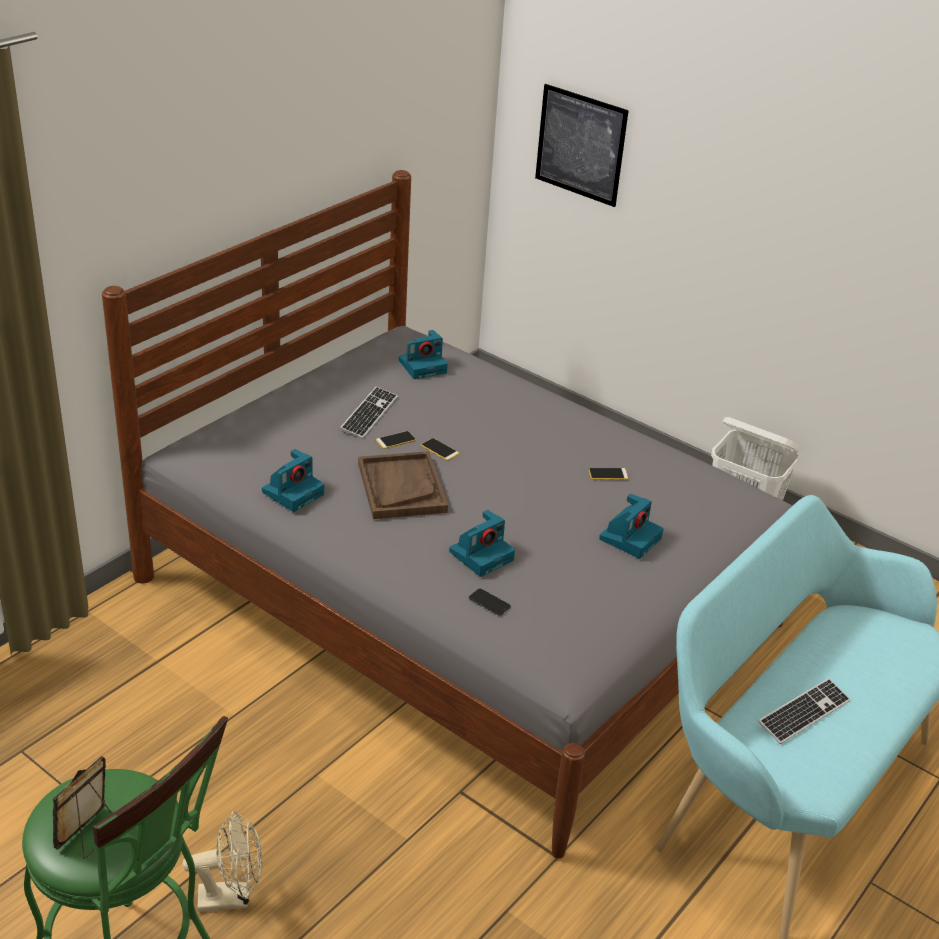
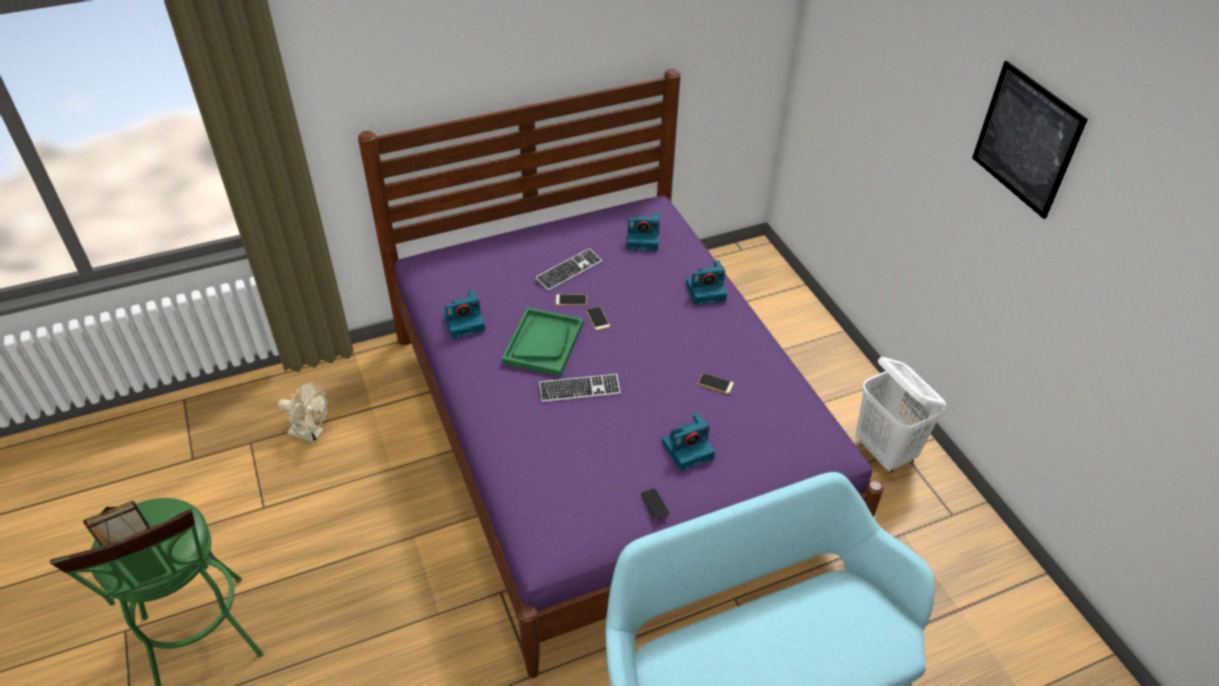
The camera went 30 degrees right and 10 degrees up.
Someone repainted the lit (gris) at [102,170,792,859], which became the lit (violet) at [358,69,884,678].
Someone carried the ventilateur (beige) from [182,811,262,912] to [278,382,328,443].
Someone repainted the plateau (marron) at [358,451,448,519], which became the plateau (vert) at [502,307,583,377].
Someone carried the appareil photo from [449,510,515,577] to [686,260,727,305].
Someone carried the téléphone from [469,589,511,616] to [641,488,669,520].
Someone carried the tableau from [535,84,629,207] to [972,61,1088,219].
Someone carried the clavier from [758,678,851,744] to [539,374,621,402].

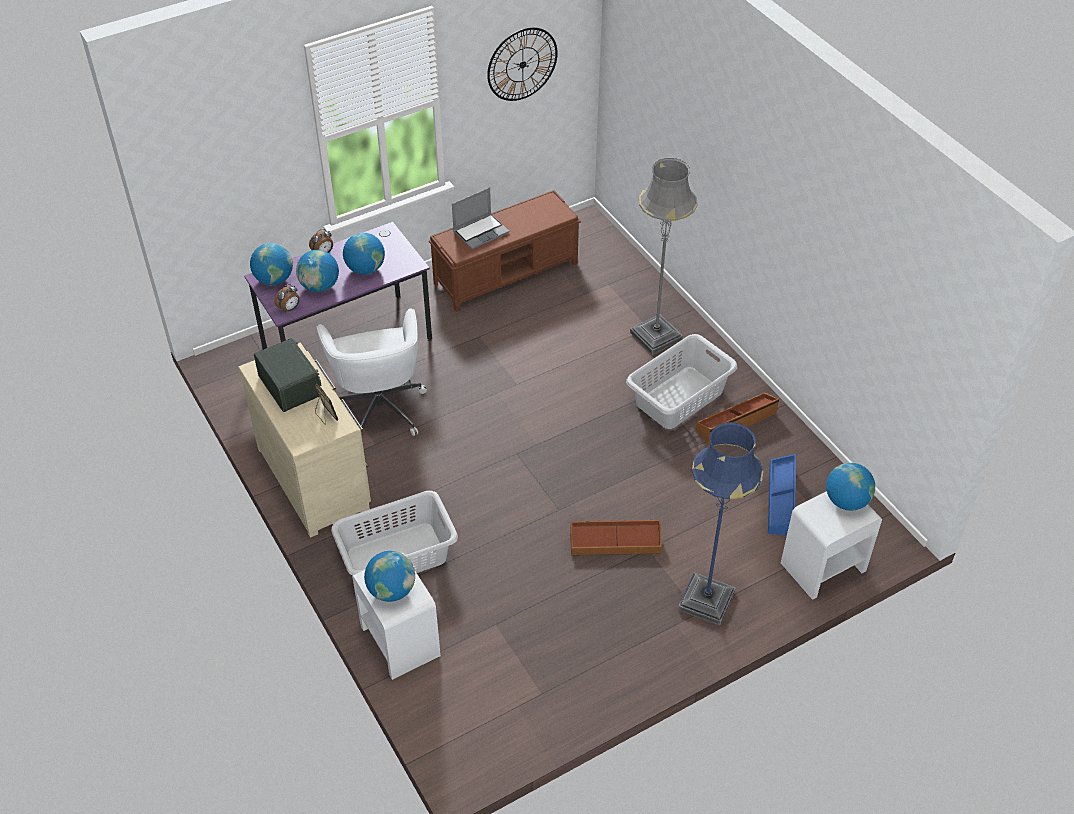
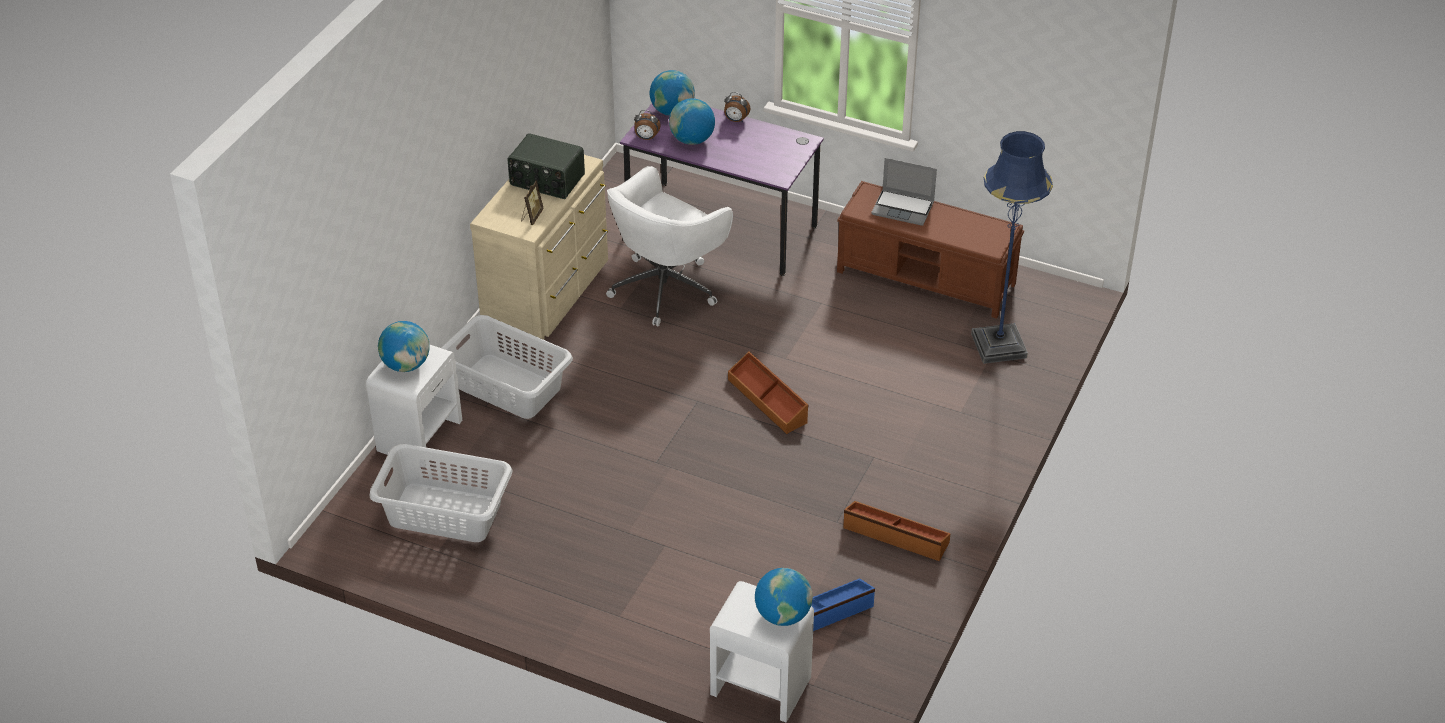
The camera went 55 degrees right and 5 degrees down.
Someone rotated the radio at [254,338,322,412] by 90 degrees clockwise.
Someone took away the globe at [343,233,385,275].
Someone took away the horloge murale at [487,27,558,101].
Someone carried the boîte de rangement (marron) from [570,520,662,555] to [728,351,808,434].
Someone carried the panier à linge (gris) from [626,334,737,429] to [369,444,513,542].
Someone took away the lampadaire (gris) at [630,158,698,355].
Someone carried the lampadaire (bleu) from [678,422,764,625] to [971,131,1053,364].

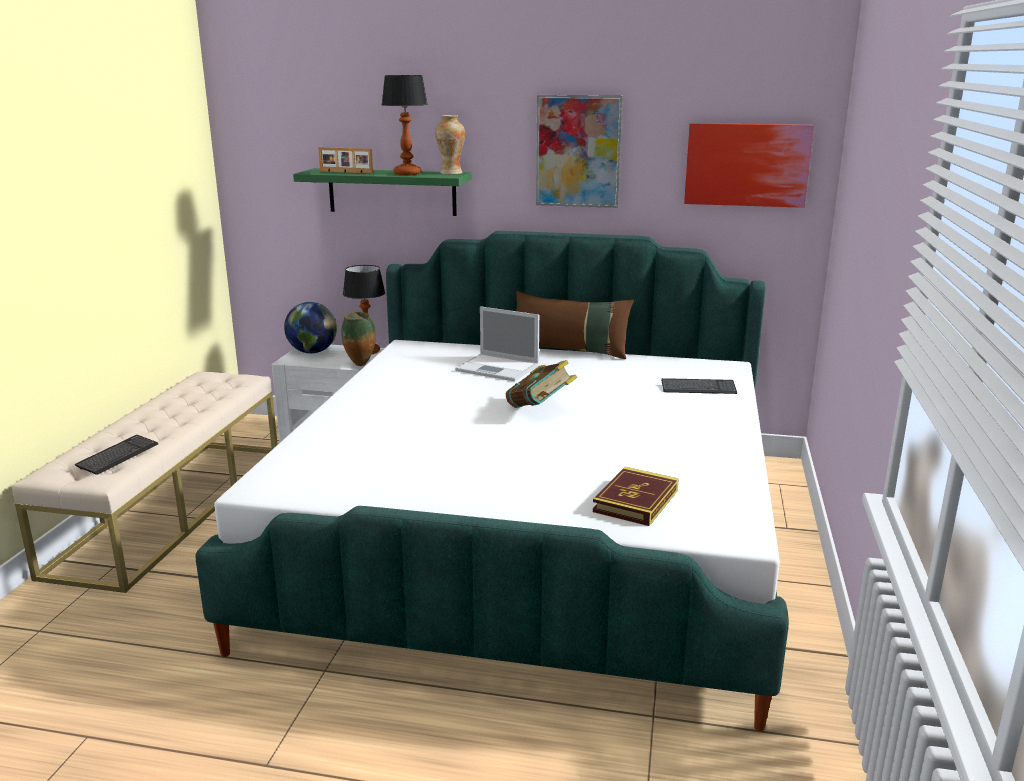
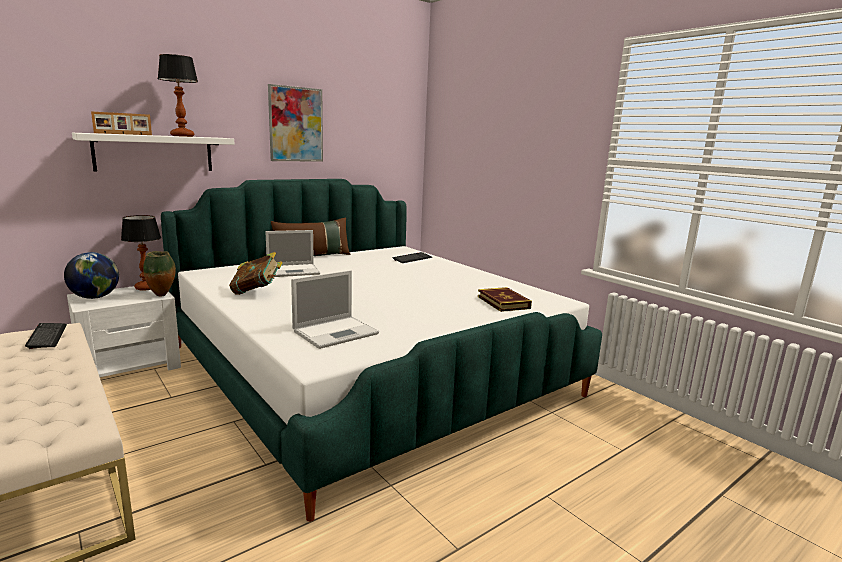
The camera went 50 degrees left and 5 degrees down.
Someone carried the clavier from [75,435,159,475] to [25,323,67,349].
Someone repainted the étagère (vert) at [293,168,472,216], which became the étagère (blanc) at [72,133,234,171].
Someone took away the vase at [435,115,465,175].
Someone carried the livre from [505,360,577,408] to [229,252,283,295].
Someone took away the tableau at [684,123,814,208].
Someone put down the ordinateur portable at [291,270,379,349].

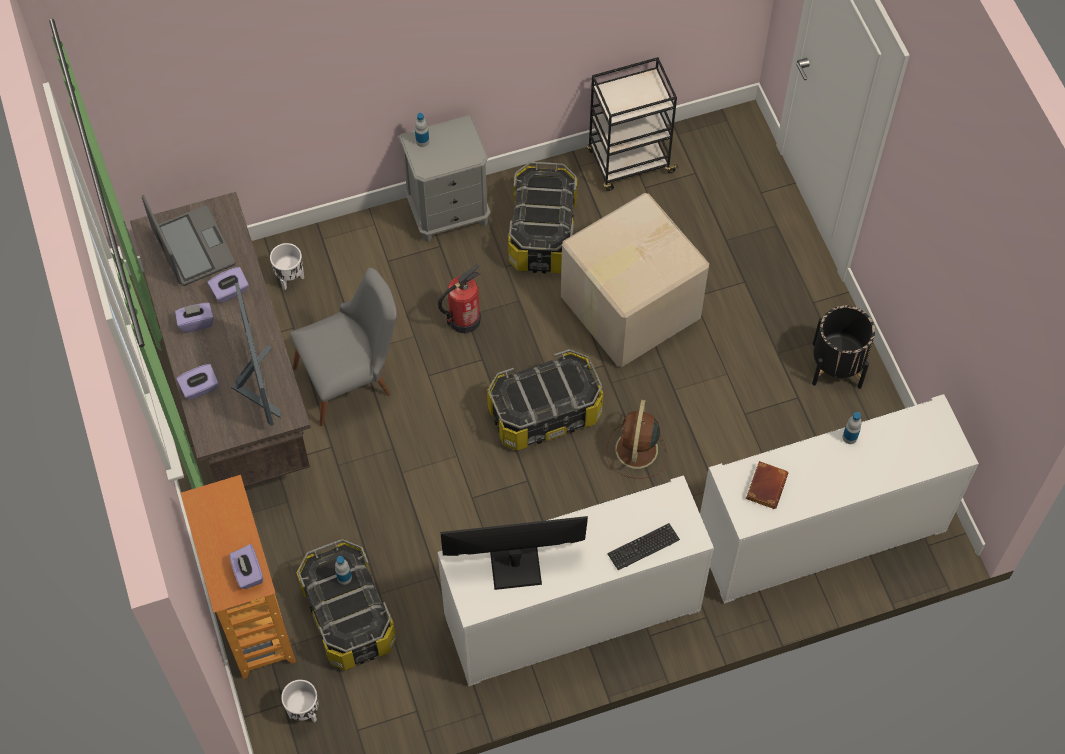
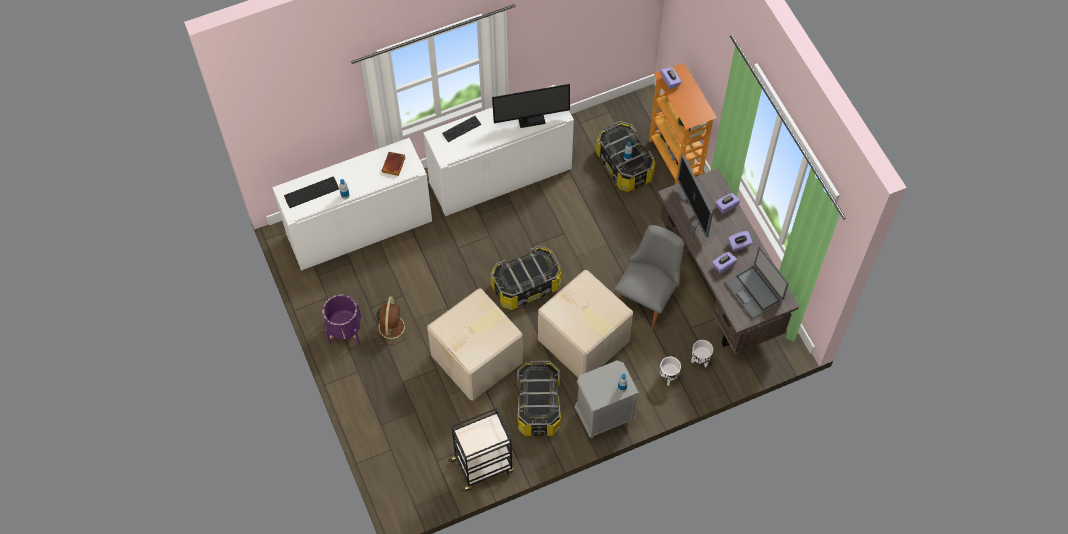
The camera went 175 degrees right and 0 degrees up.
Someone carried the cache-pot (blanc) from [281,680,318,723] to [660,356,681,386].
Someone rotated the chaise (gris) at [289,268,397,426] by 150 degrees clockwise.
Someone swapped the extincteur at [438,264,481,333] for the carton at [538,270,633,377].
Someone carried the ventilateur (marron) from [606,400,667,479] to [373,296,411,345].
Someone repainted the cache-pot (noir) at [812,306,875,389], which became the cache-pot (violet) at [323,295,361,345].
Someone put down the clavier at [284,176,339,208].

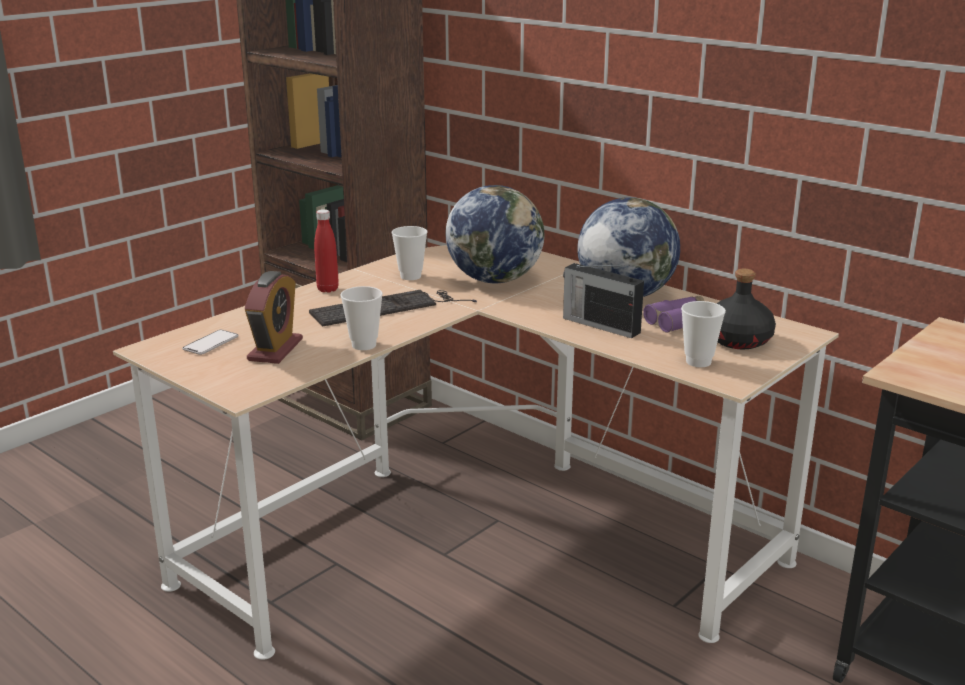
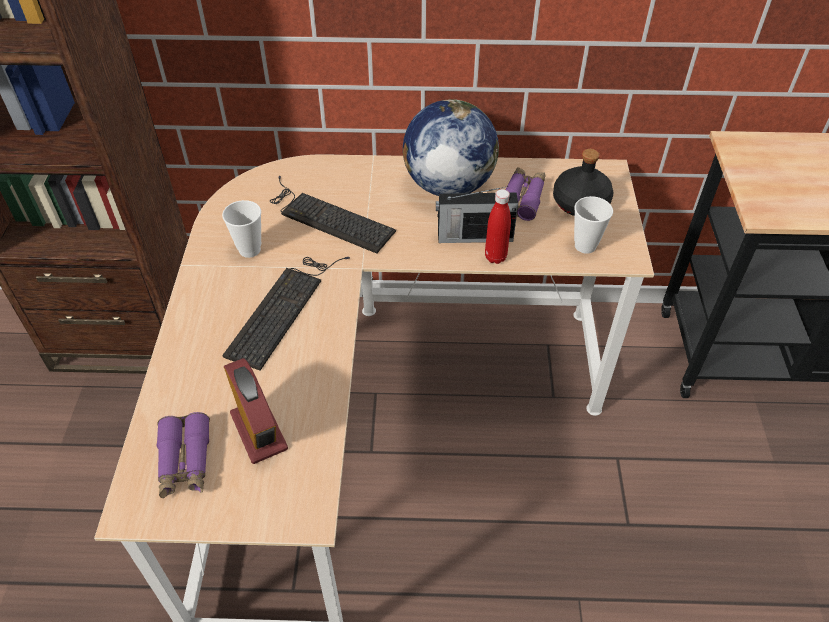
The camera went 40 degrees left and 25 degrees up.
Someone swapped the téléphone at [182,330,239,355] for the jumelles (violet) at [156,412,210,498].
Someone carried the bouteille (rouge) from [314,209,339,293] to [485,189,511,264].
Someone took away the tasse at [340,286,383,350].
Someone swapped the globe at [445,185,544,283] for the clavier at [270,176,396,254].

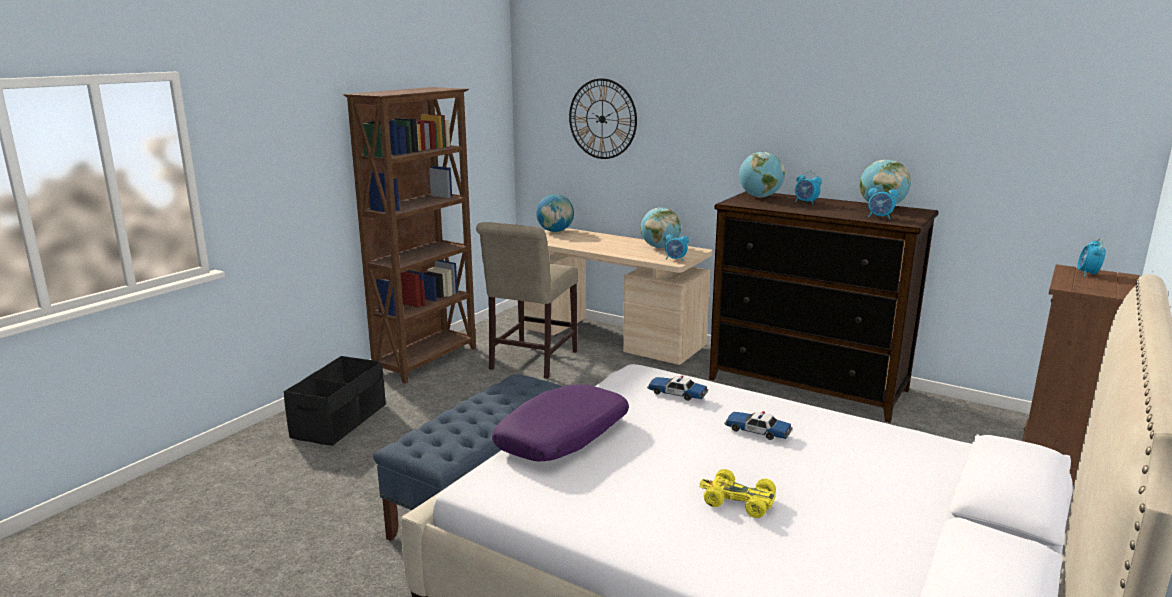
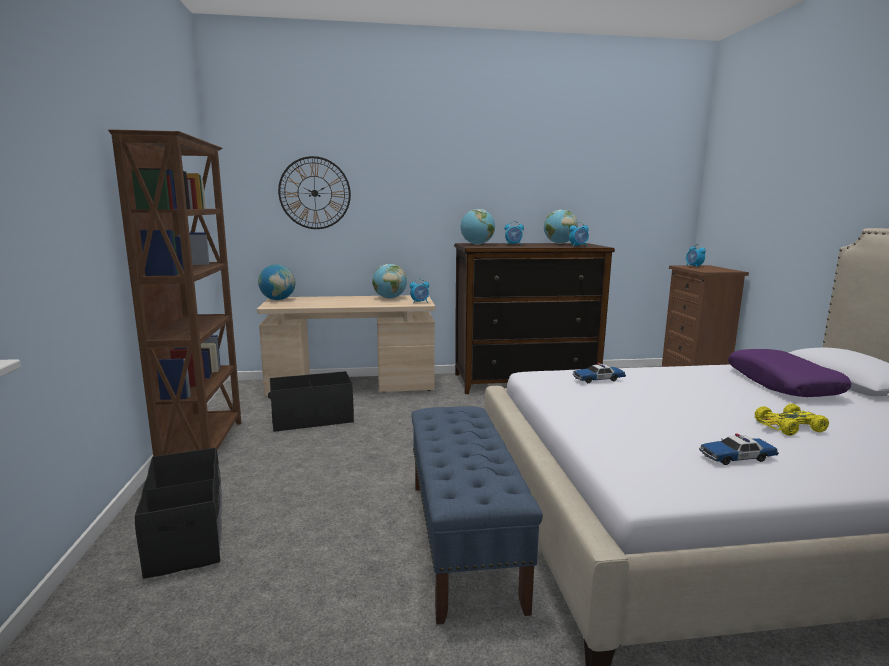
The camera went 40 degrees left and 5 degrees down.
Someone swapped the chaise (beige) at [476,222,578,379] for the boîte de rangement (noir) at [268,371,354,432].
Someone carried the coussin (violet) from [492,384,629,462] to [728,349,851,397].
Someone carried the petite voiture from [725,411,793,440] to [699,433,779,465].

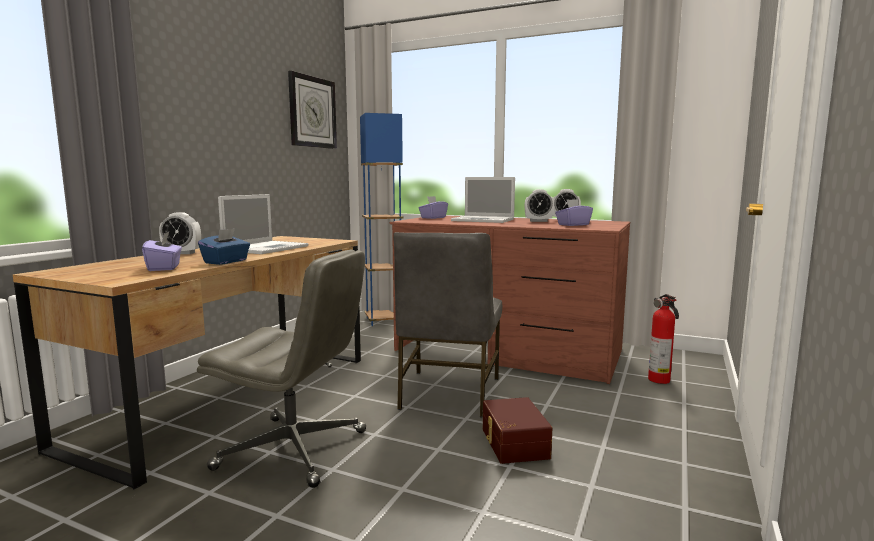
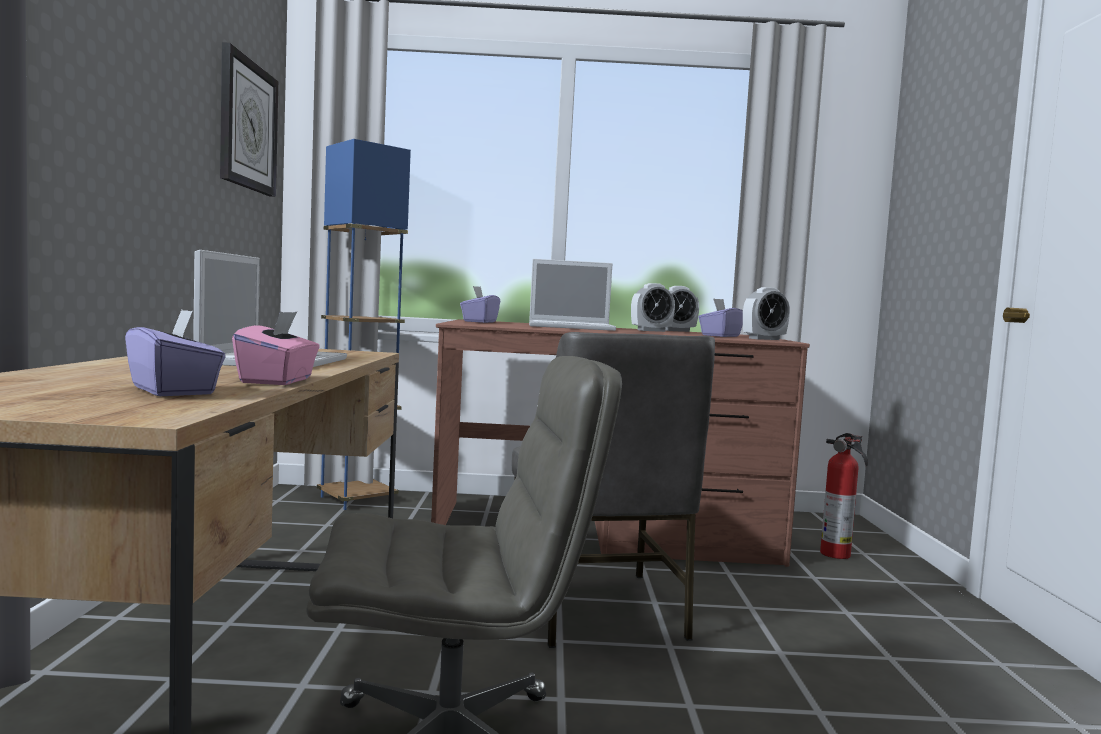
The camera went 25 degrees left and 5 degrees down.
Someone carried the réveil from [159,212,201,254] to [743,287,790,340].
Someone repainted the boîte à mouchoirs (bleu) at [198,228,250,265], which became the boîte à mouchoirs (rose) at [232,311,320,385].
Someone took away the boîte de rangement (marron) at [483,397,552,464].

